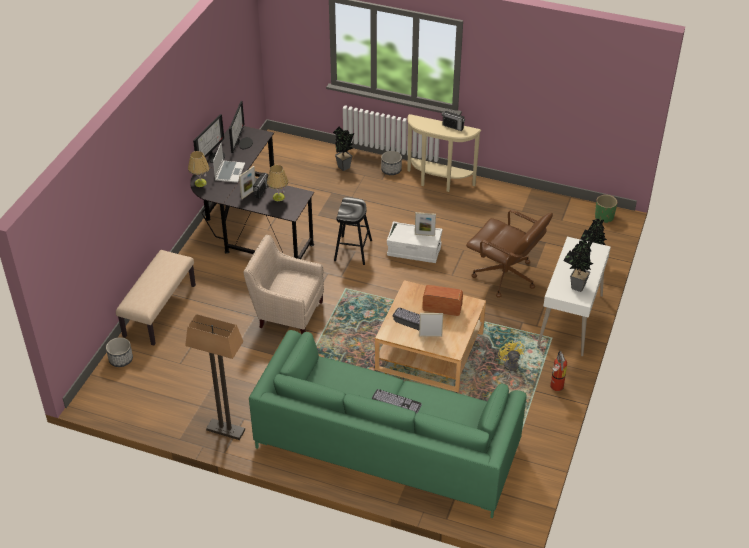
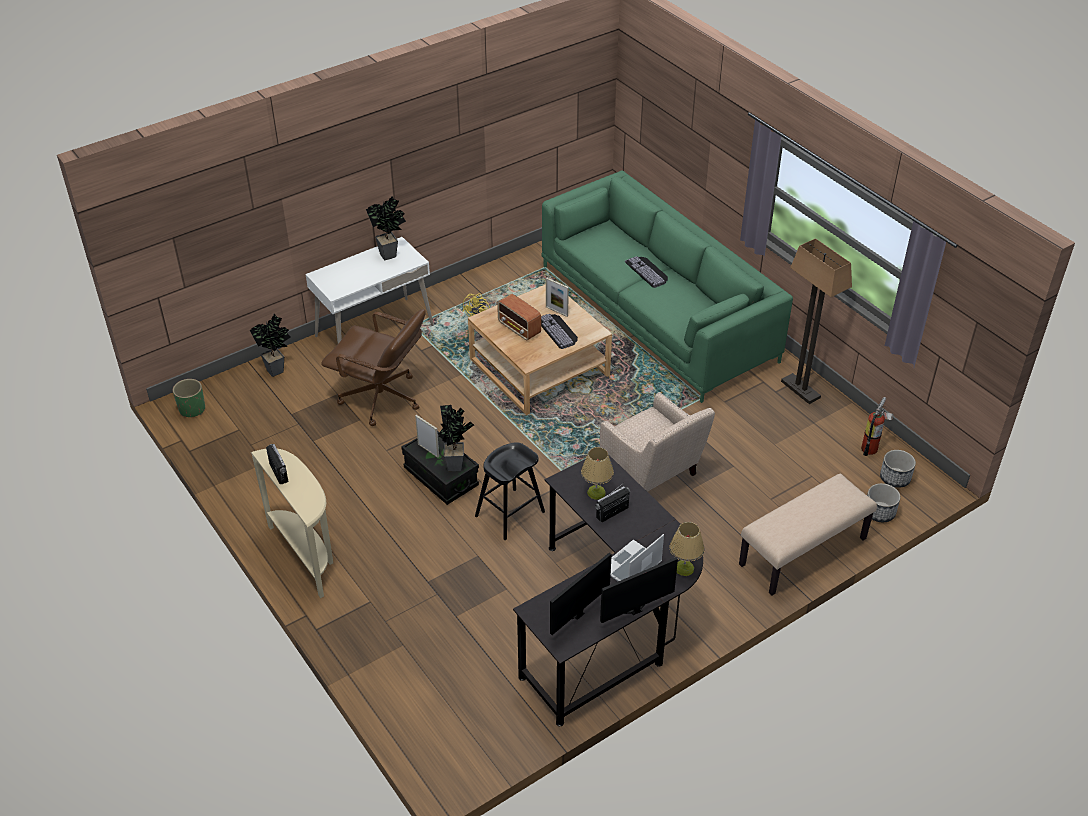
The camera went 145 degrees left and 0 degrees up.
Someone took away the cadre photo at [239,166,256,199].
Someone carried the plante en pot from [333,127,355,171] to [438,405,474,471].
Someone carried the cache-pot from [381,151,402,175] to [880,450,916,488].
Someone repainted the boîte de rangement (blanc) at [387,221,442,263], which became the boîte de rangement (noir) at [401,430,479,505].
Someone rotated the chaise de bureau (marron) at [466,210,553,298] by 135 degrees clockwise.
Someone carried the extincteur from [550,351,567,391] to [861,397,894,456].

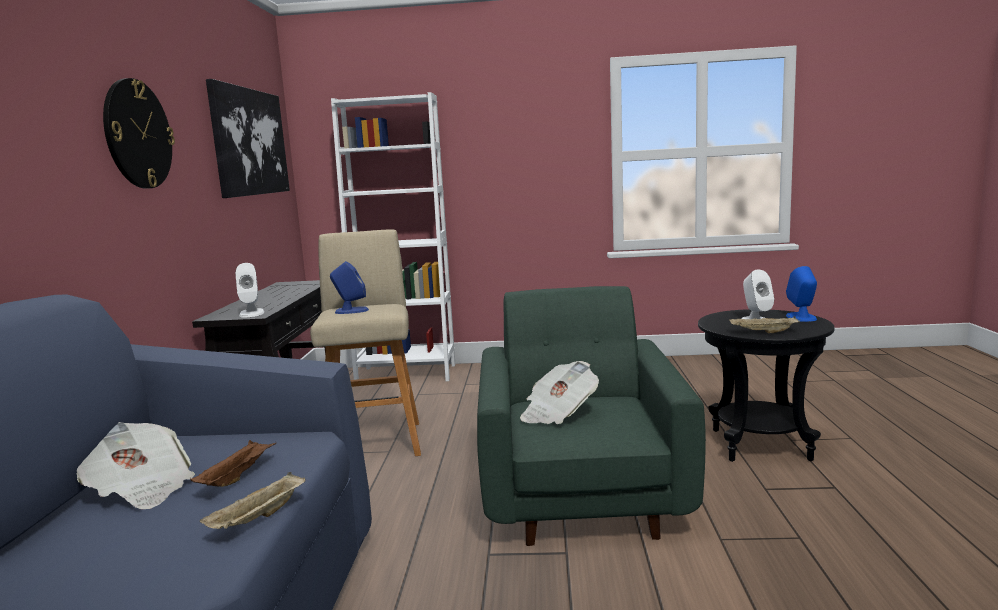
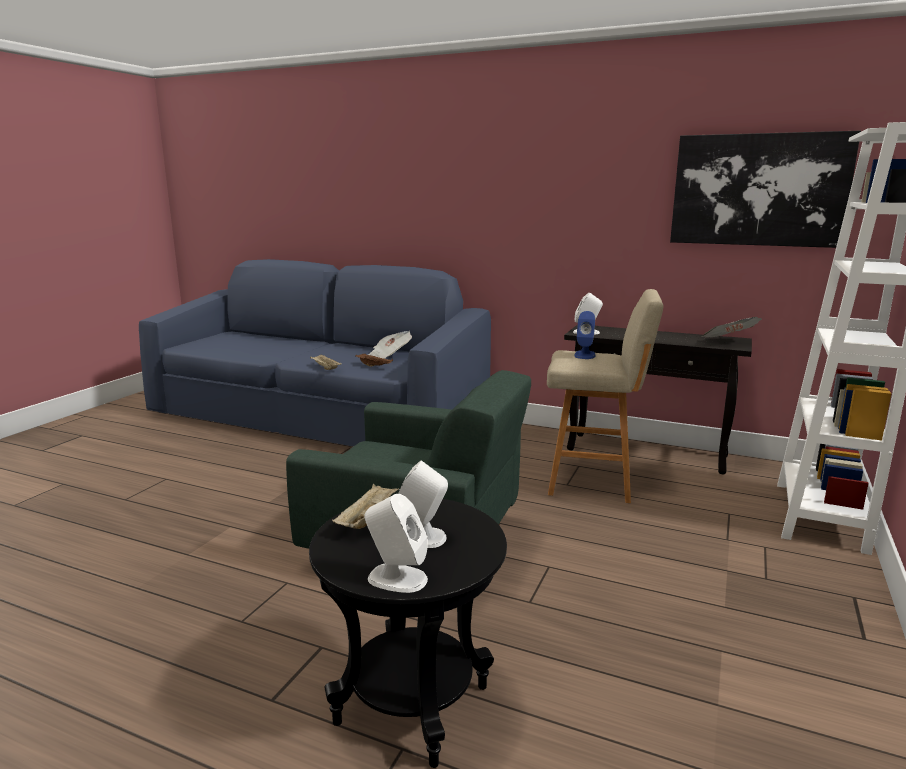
The camera went 110 degrees right and 5 degrees up.
Someone took away the horloge murale at [103,78,175,189].
Someone carried the journal from [520,361,599,424] to [701,317,762,337].
Someone repainted the enceinte (bleu) at [786,266,817,322], which became the enceinte (blanc) at [364,494,428,593].

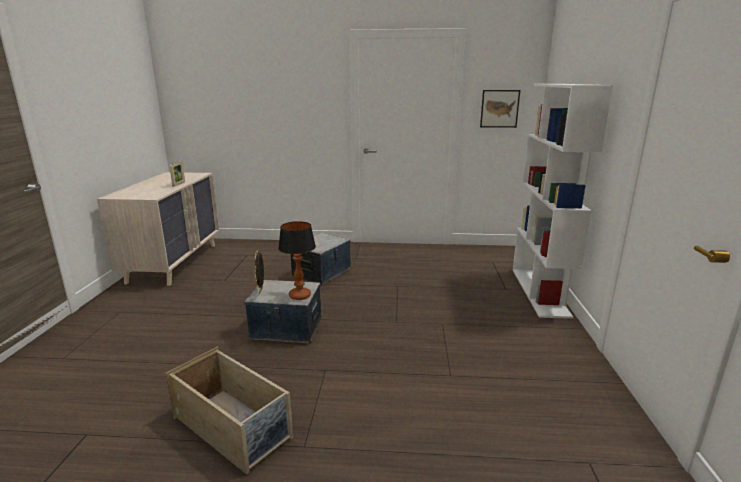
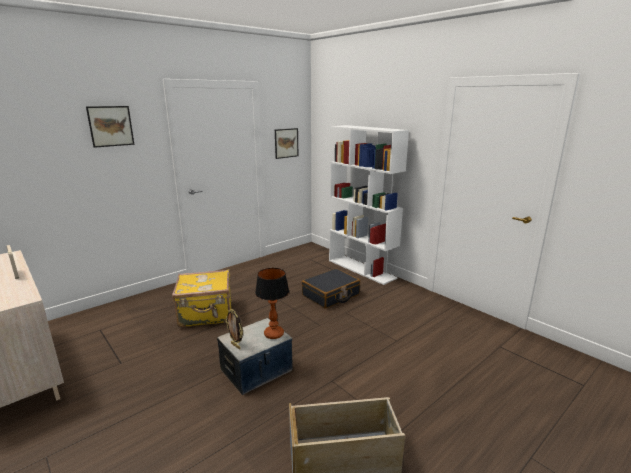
The camera went 45 degrees left and 0 degrees up.
Someone swapped the boîte de rangement at [291,233,351,285] for the valise (jaune) at [172,269,231,328].
Someone put up the tableau at [86,106,134,148].
Someone put down the valise (noir) at [302,268,360,309].

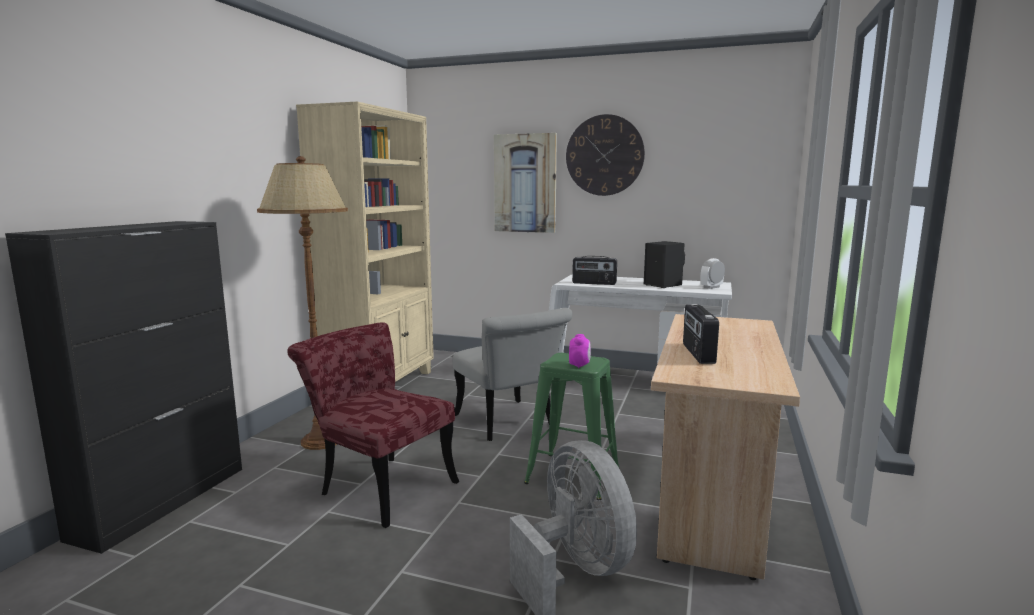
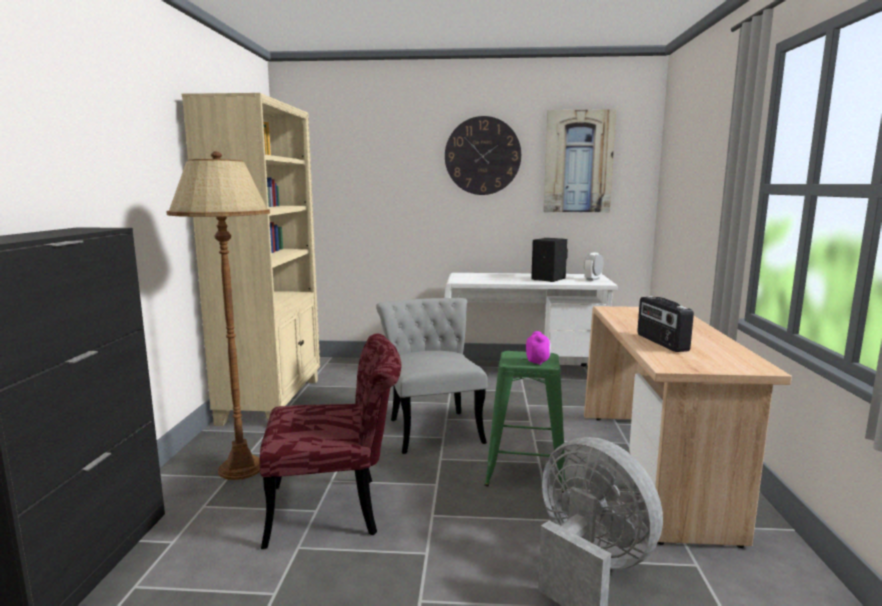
The camera went 15 degrees left and 0 degrees up.
Someone rotated the chaise (rouge) at [287,322,459,528] by 150 degrees clockwise.
Someone rotated the chaise (gris) at [453,308,572,441] by 150 degrees counterclockwise.
Someone carried the tableau from [494,133,557,233] to [543,109,616,212].
Someone took away the radio at [572,256,617,285].

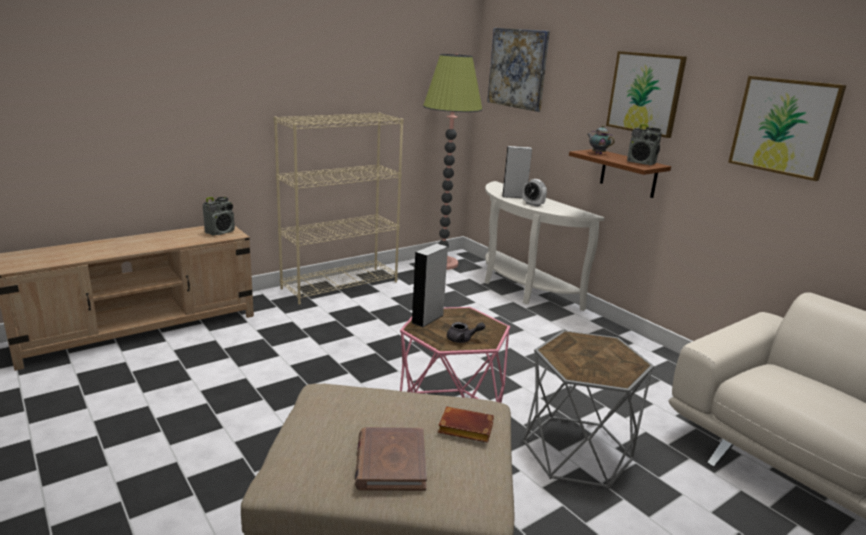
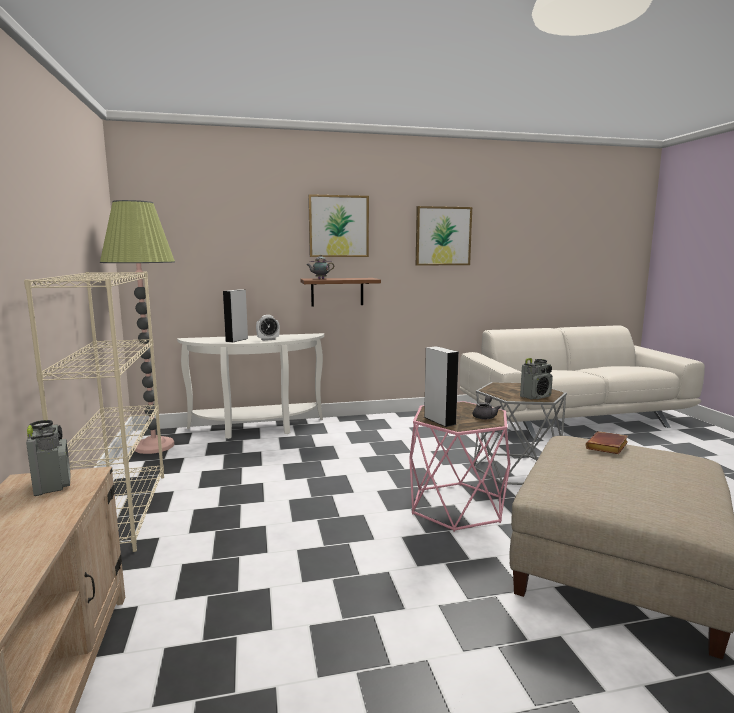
The camera went 65 degrees left and 10 degrees down.
Someone took away the livre (marron) at [355,427,427,491].
Someone took away the tableau at [487,28,550,112].
Someone carried the radio from [627,124,662,165] to [520,358,553,400].

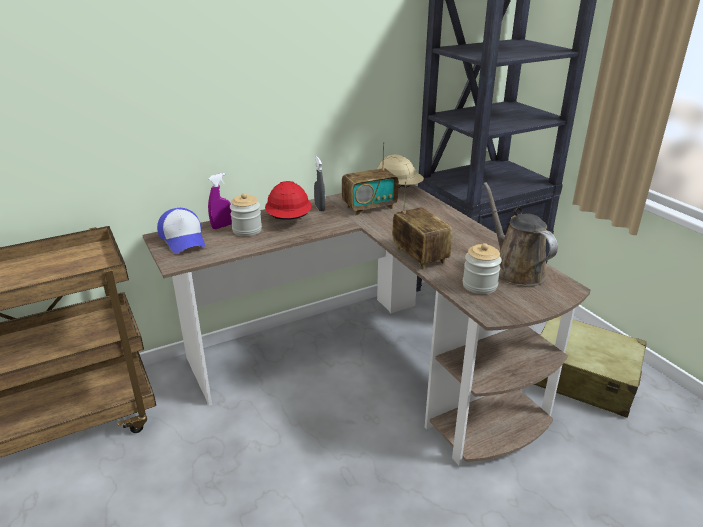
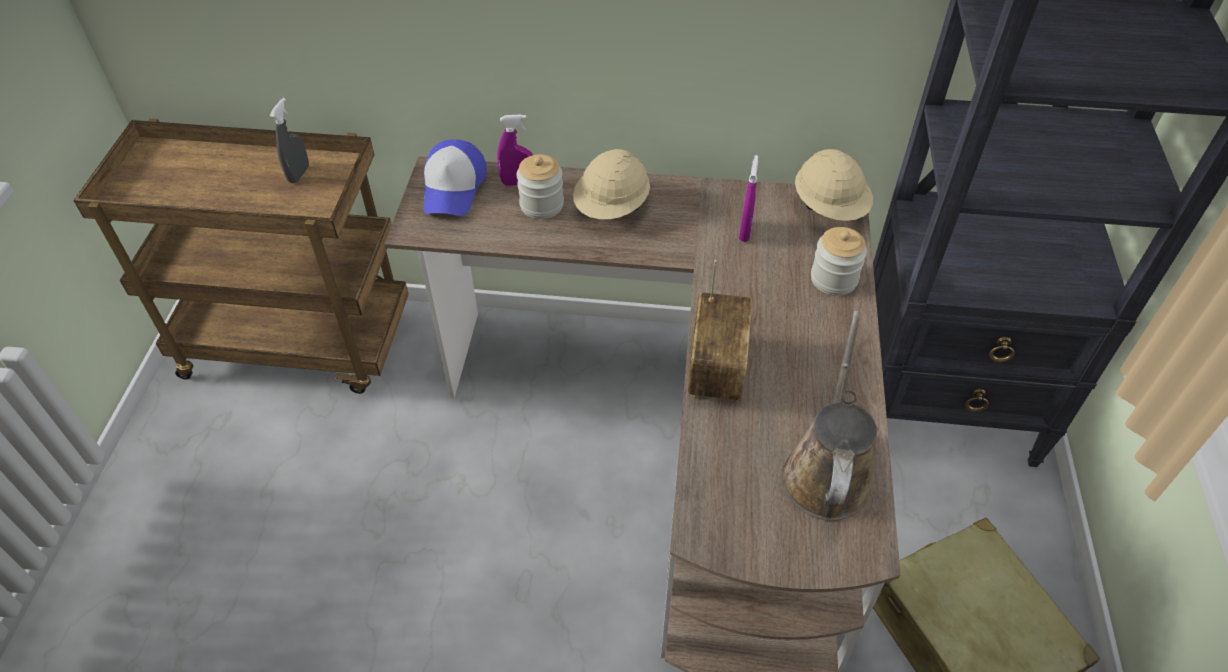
The camera went 35 degrees right and 20 degrees up.
Someone repainted the casque de chantier (rouge) at [265,181,312,220], which became the casque de chantier (beige) at [573,149,650,219].
Someone carried the vaporisateur (gris) from [314,156,325,211] to [270,98,309,183].
Someone swapped the radio at [342,142,399,216] for the vaporisateur (violet) at [739,155,758,242].
Someone carried the bocal from [463,243,502,294] to [811,227,867,296].

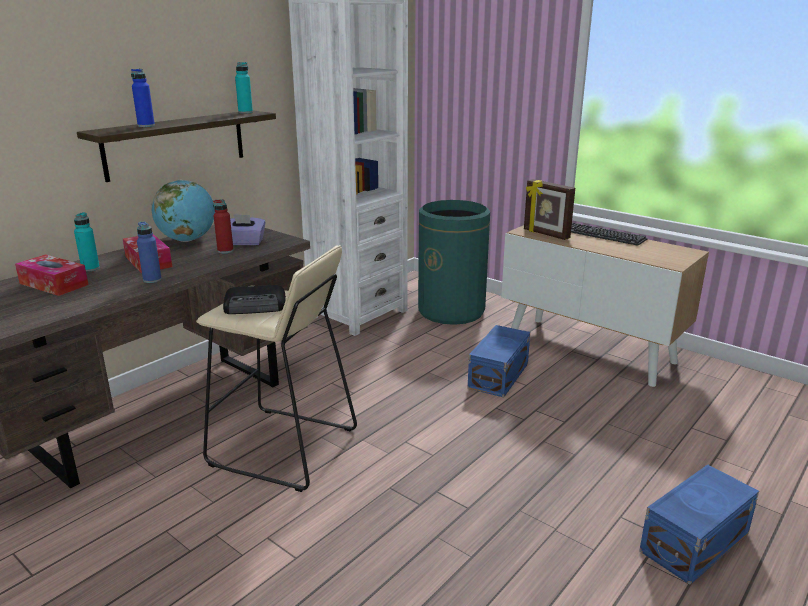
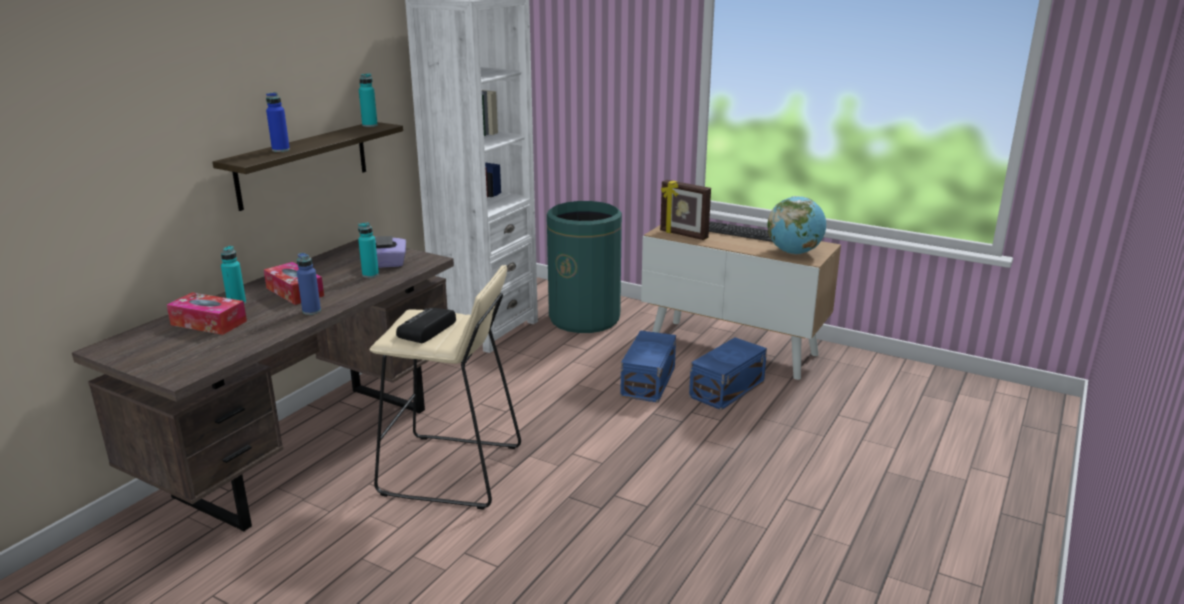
The camera went 10 degrees left and 0 degrees up.
Someone carried the globe from [151,180,215,242] to [767,196,826,254].
Someone repainted the bouteille (rouge) at [213,199,234,254], which became the bouteille (turquoise) at [358,222,379,278].
Someone rotated the radio at [223,285,286,314] by 135 degrees clockwise.
Someone carried the boîte de rangement (bleu) from [639,465,759,585] to [689,337,767,410].

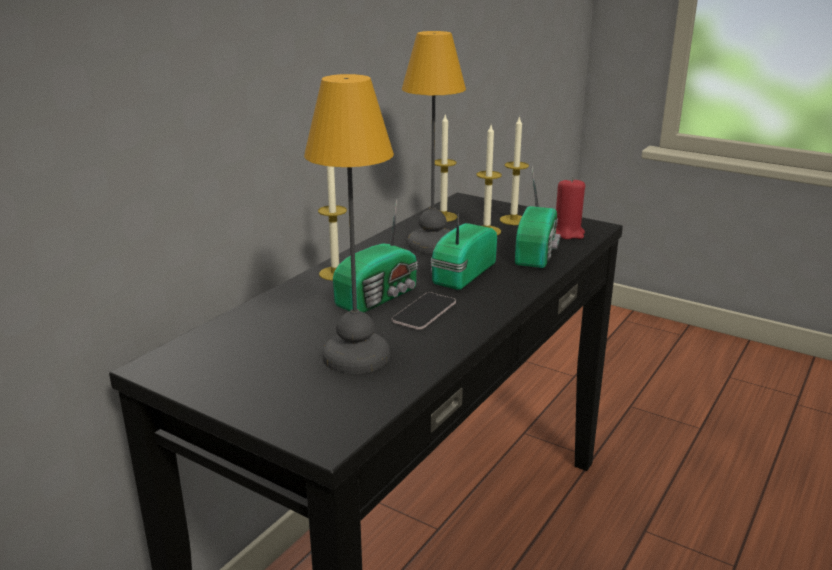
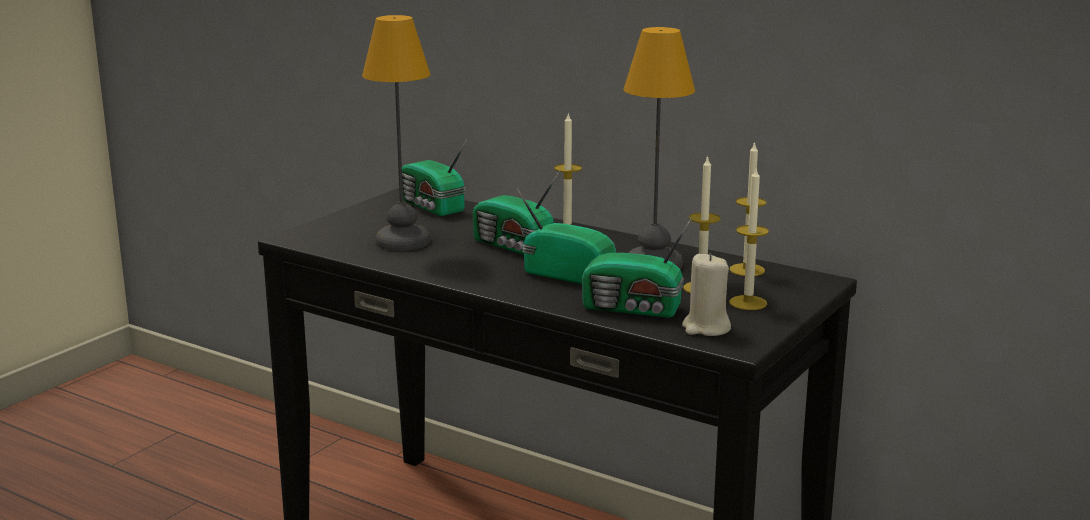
The camera went 90 degrees right and 5 degrees down.
Someone took away the téléphone at [392,292,456,330].
Someone repainted the bougie (rouge) at [556,177,585,239], which became the bougie (beige) at [682,253,731,336].
Someone put down the radio at [402,138,468,216].

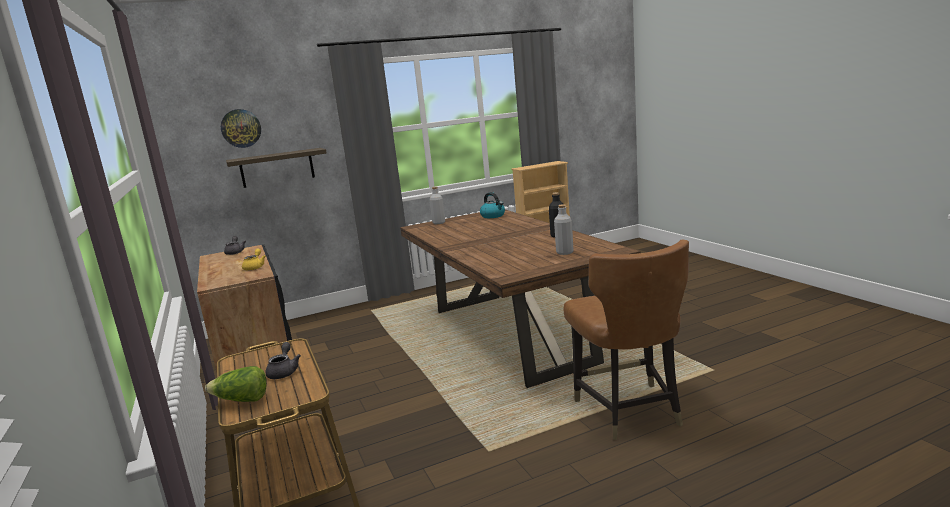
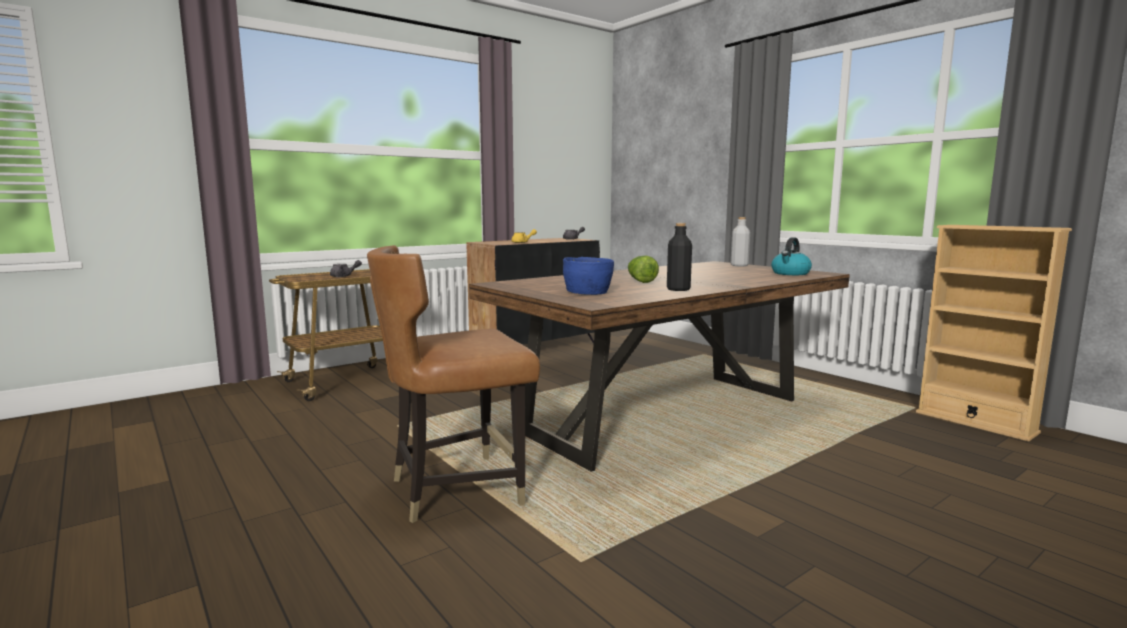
The camera went 75 degrees right and 5 degrees down.
Someone carried the laitue from [205,366,267,402] to [628,255,659,283].
Someone took away the horloge murale at [221,109,261,148].
Someone took away the étagère at [226,148,327,188].
Someone swapped the bouteille (gris) at [554,204,574,255] for the bol (bleu) at [563,257,614,295].

